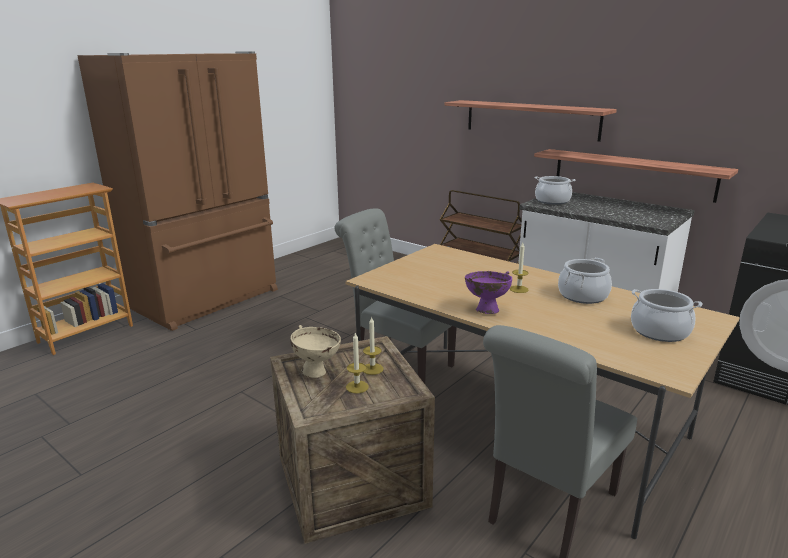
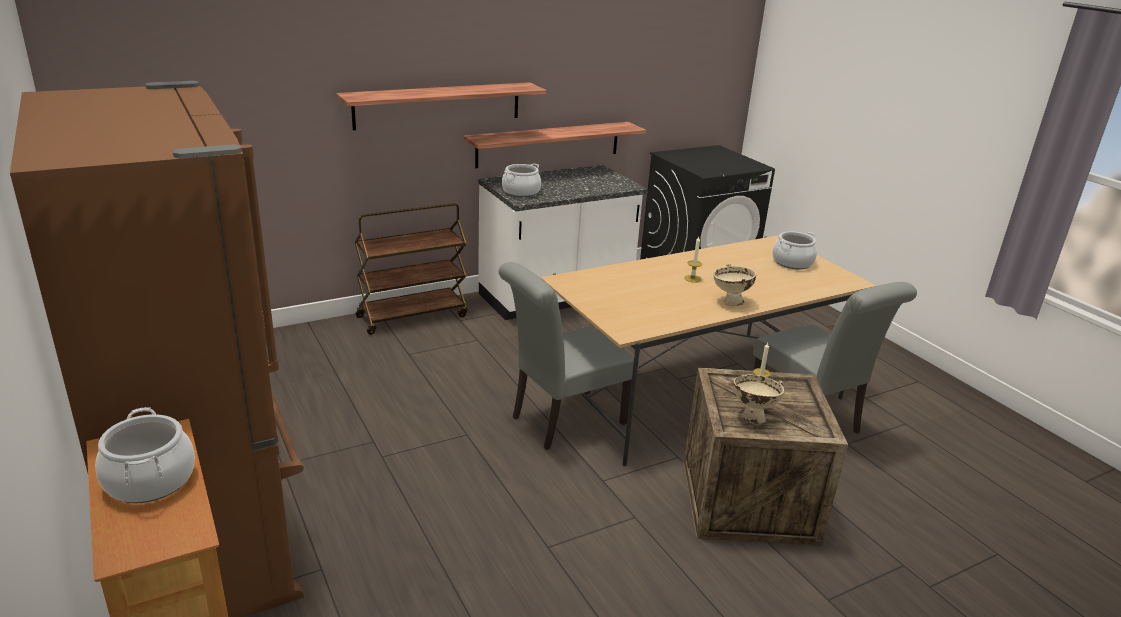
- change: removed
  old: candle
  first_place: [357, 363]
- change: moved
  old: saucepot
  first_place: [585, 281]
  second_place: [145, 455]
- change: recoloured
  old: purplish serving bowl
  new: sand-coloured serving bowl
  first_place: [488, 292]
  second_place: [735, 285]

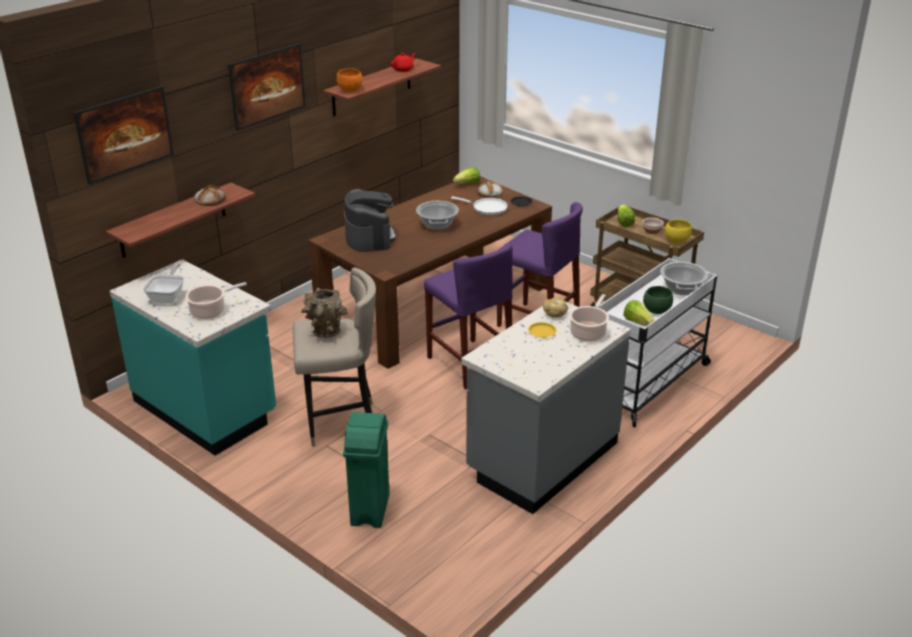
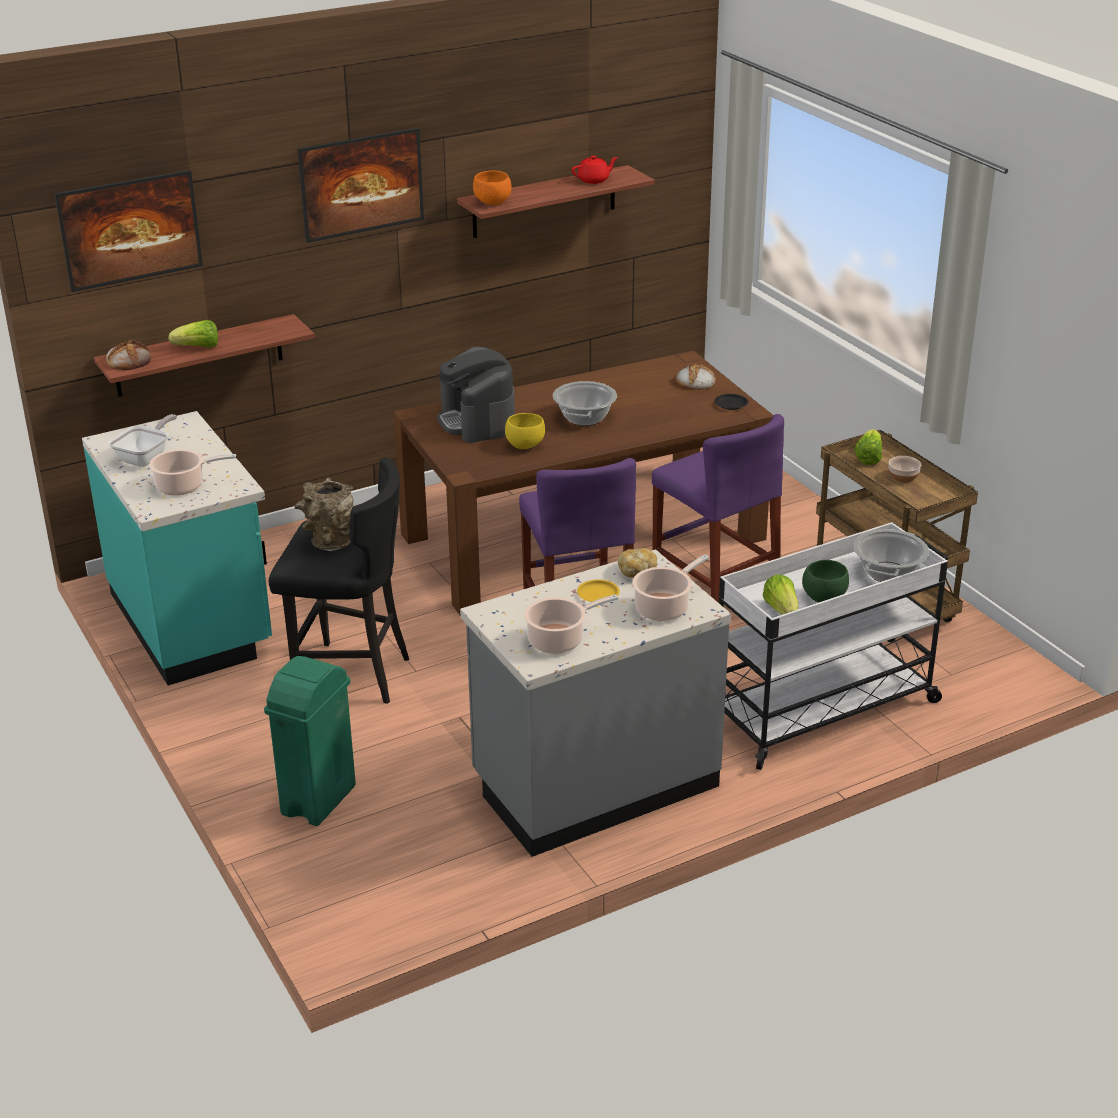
- change: removed
  old: white skillet
  first_place: [479, 205]
- change: added
  new: saucepot
  second_place: [571, 623]
- change: moved
  old: baked bread
  first_place: [210, 195]
  second_place: [128, 355]
- change: moved
  old: lettuce
  first_place: [466, 175]
  second_place: [193, 334]
- change: moved
  old: yellow serving bowl
  first_place: [678, 232]
  second_place: [525, 431]
- change: recoloured
  old: sand-coloured sitting stool
  new: blackish sitting stool
  first_place: [334, 357]
  second_place: [339, 581]
- change: turned
  old: coffee machine
  first_place: [370, 220]
  second_place: [476, 395]
  degrees: 150

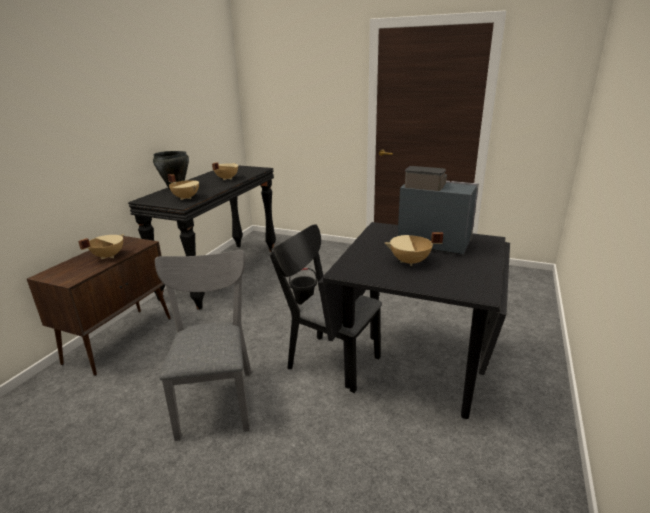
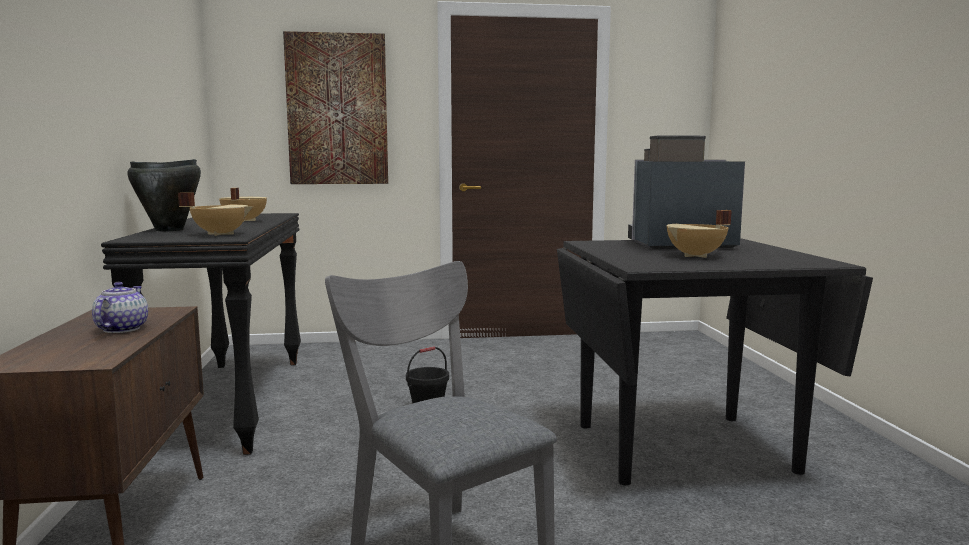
- change: removed
  old: blackish upright chair
  first_place: [326, 308]
- change: added
  new: wall art
  second_place: [335, 107]
- change: replaced
  old: sand-coloured saucepot
  new: pot for tea
  first_place: [101, 246]
  second_place: [120, 307]

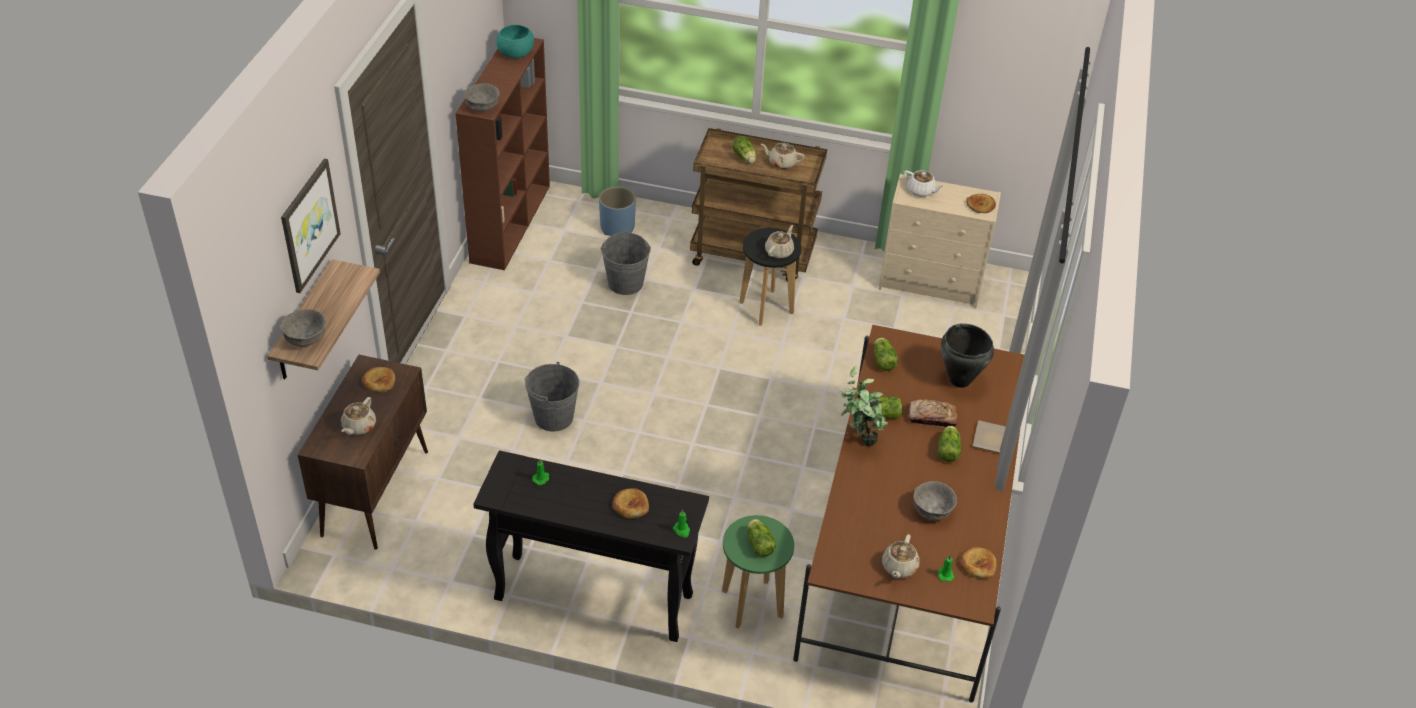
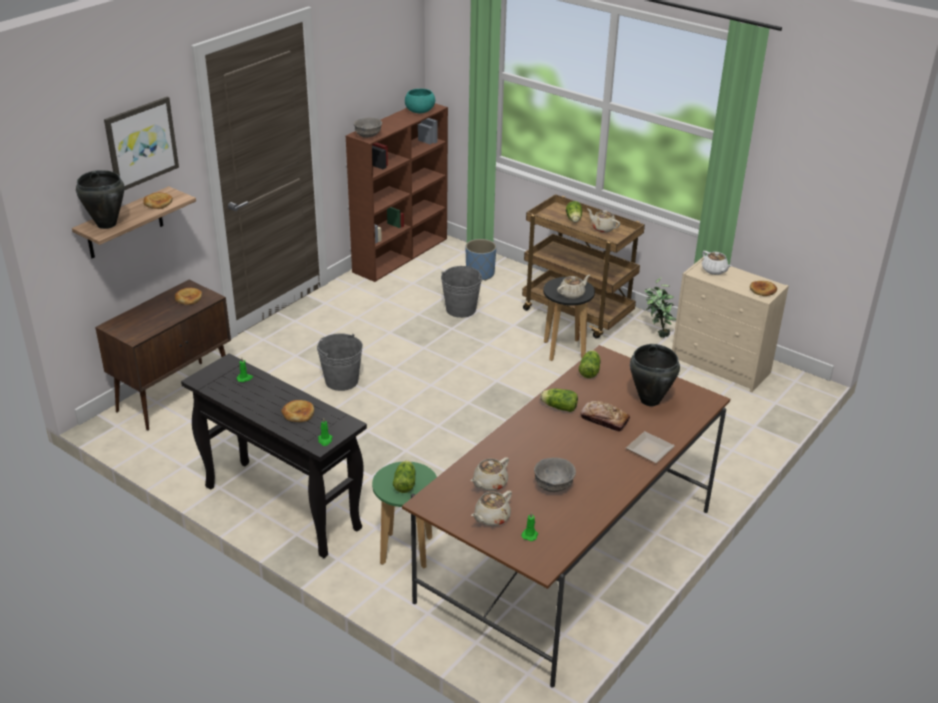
- change: removed
  old: lettuce
  first_place: [949, 444]
- change: moved
  old: sand-coloured pot for tea
  first_place: [358, 416]
  second_place: [489, 474]
- change: moved
  old: potted plant
  first_place: [863, 405]
  second_place: [660, 307]
- change: moved
  old: baked bread
  first_place: [977, 563]
  second_place: [158, 200]
- change: replaced
  old: grey serving bowl
  new: blackish saucepot
  first_place: [303, 328]
  second_place: [100, 199]

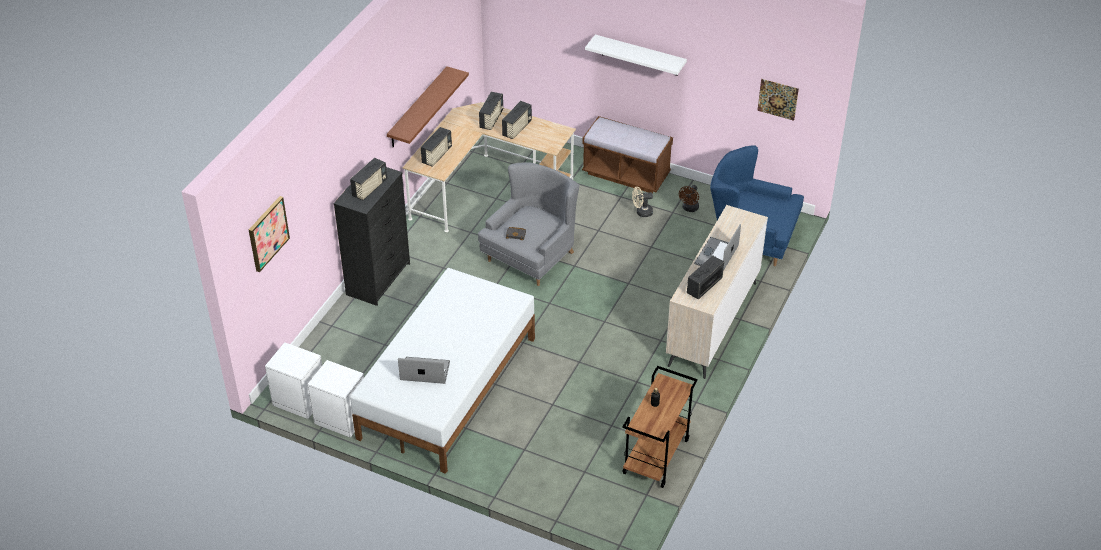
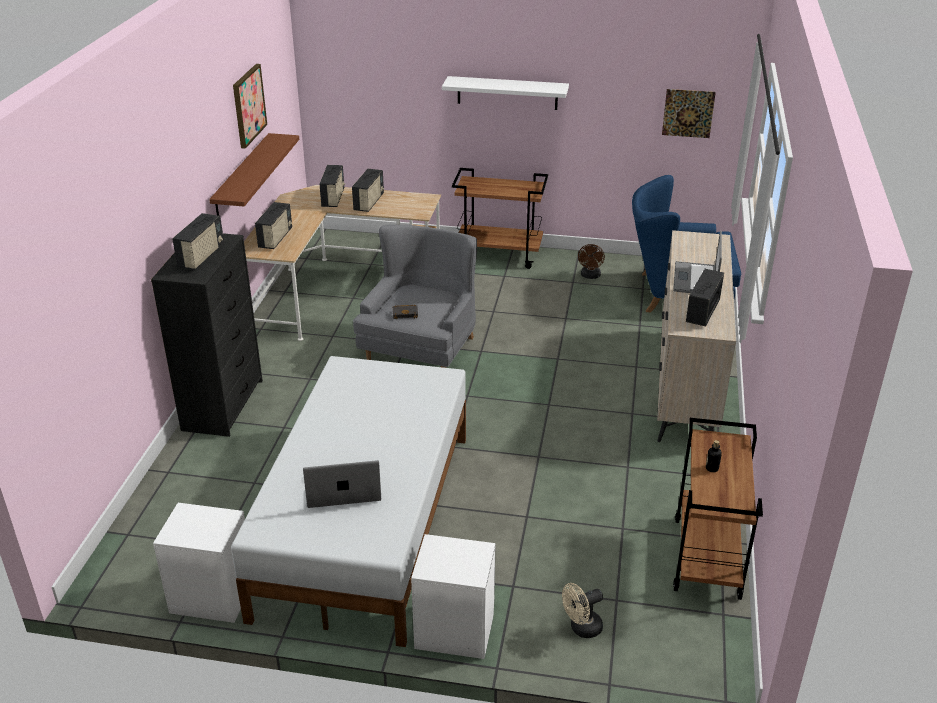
- change: moved
  old: wall art
  first_place: [269, 234]
  second_place: [250, 106]
- change: moved
  old: white night table
  first_place: [293, 380]
  second_place: [453, 596]
- change: moved
  old: sand-coloured fan
  first_place: [642, 201]
  second_place: [582, 610]
- change: replaced
  old: brownish bench
  new: brownish wheeled cart
  first_place: [627, 154]
  second_place: [500, 218]

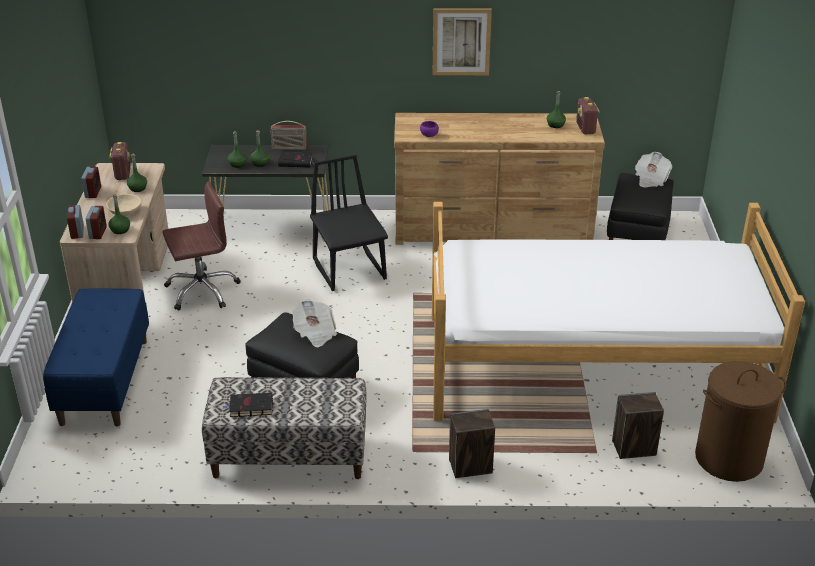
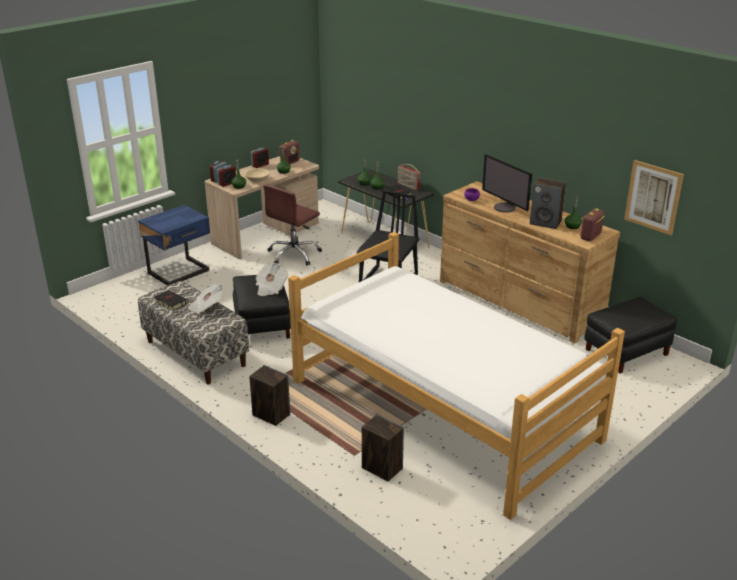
- change: removed
  old: brownish laundry basket
  first_place: [740, 421]
- change: added
  new: computer display
  second_place: [507, 183]
- change: added
  new: speaker
  second_place: [548, 203]
- change: moved
  old: wall art
  first_place: [462, 41]
  second_place: [654, 197]
- change: moved
  old: daily paper
  first_place: [653, 169]
  second_place: [206, 299]
- change: replaced
  old: blue-coloured bench
  new: blue-coloured night table
  first_place: [96, 357]
  second_place: [174, 245]
- change: turned
  old: brownish desk chair
  first_place: [202, 246]
  second_place: [292, 225]
  degrees: 105

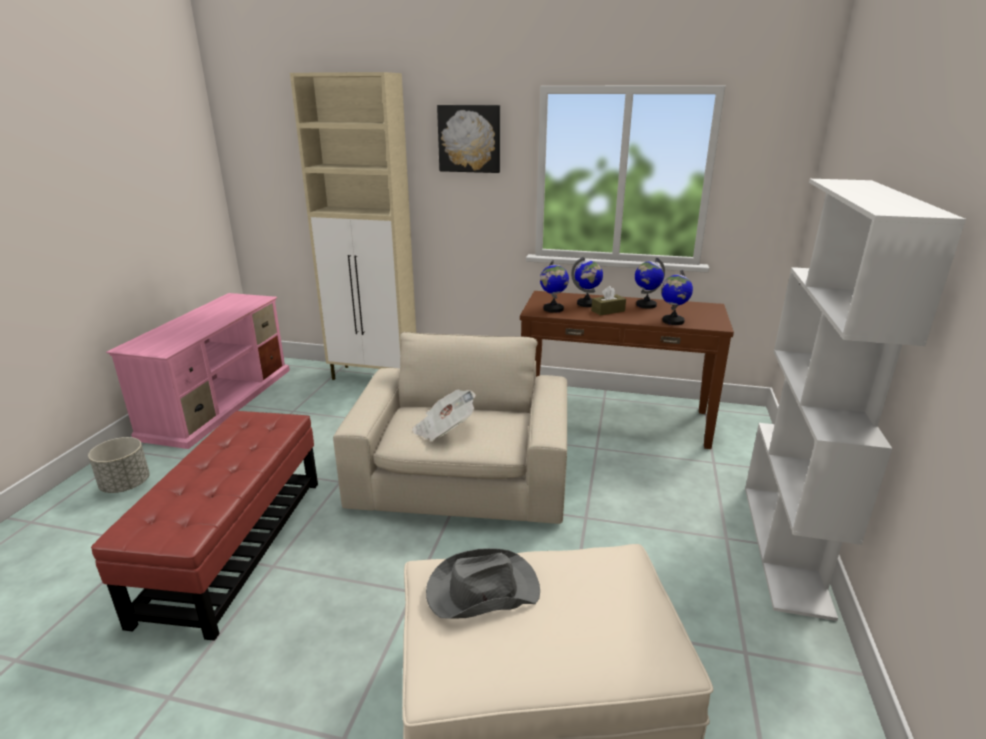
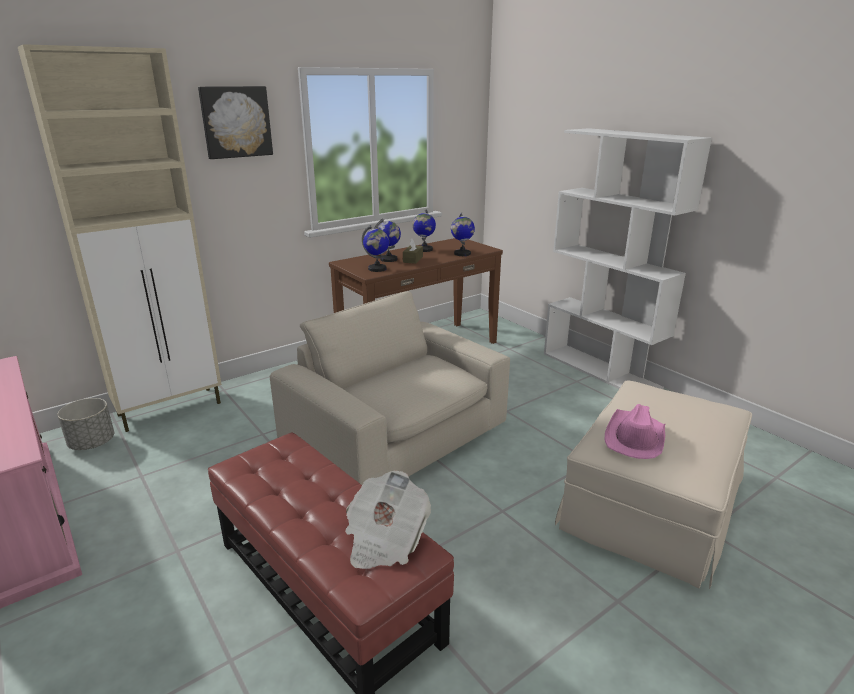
- change: moved
  old: grey flower pot
  first_place: [119, 465]
  second_place: [85, 424]
- change: moved
  old: daily paper
  first_place: [444, 416]
  second_place: [388, 520]
- change: recoloured
  old: grey clothing hat
  new: pinkish clothing hat
  first_place: [483, 583]
  second_place: [635, 431]

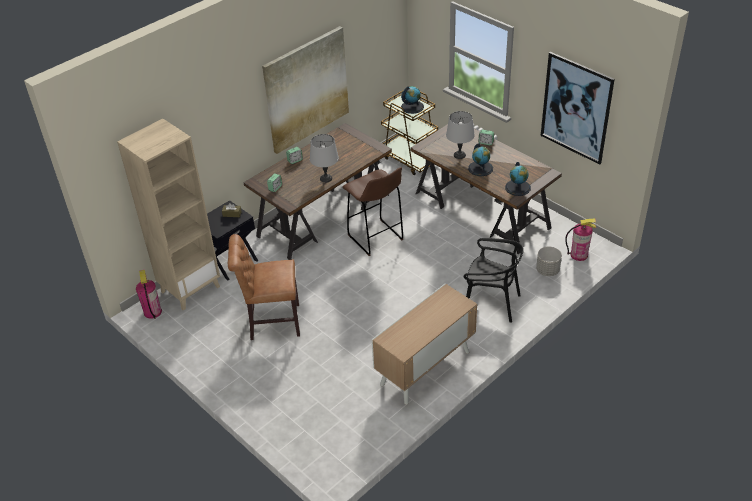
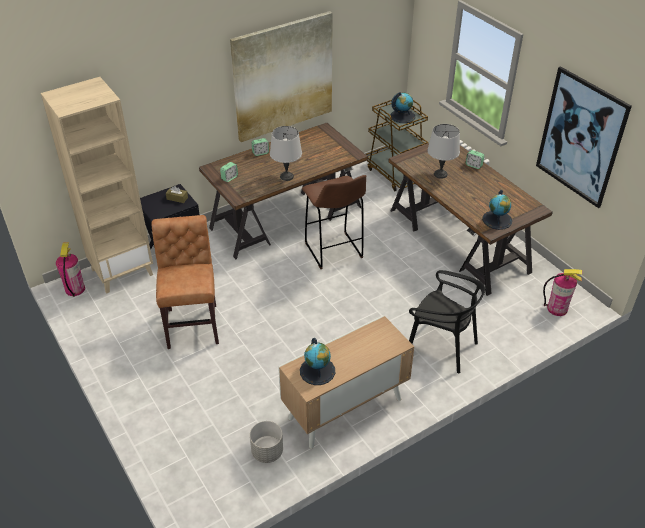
- change: moved
  old: globe
  first_place: [480, 159]
  second_place: [317, 361]
- change: moved
  old: grey flower pot
  first_place: [549, 261]
  second_place: [266, 442]
- change: turned
  old: brownish upright chair
  first_place: [264, 287]
  second_place: [185, 282]
  degrees: 75

